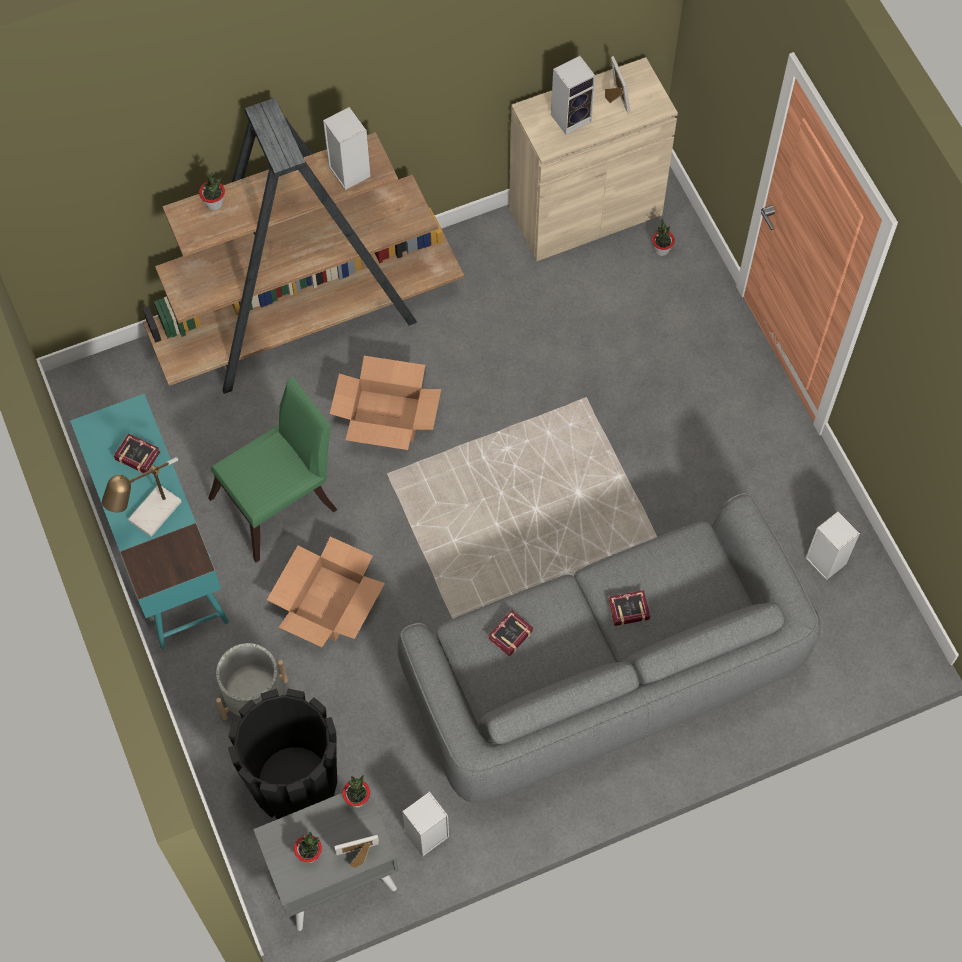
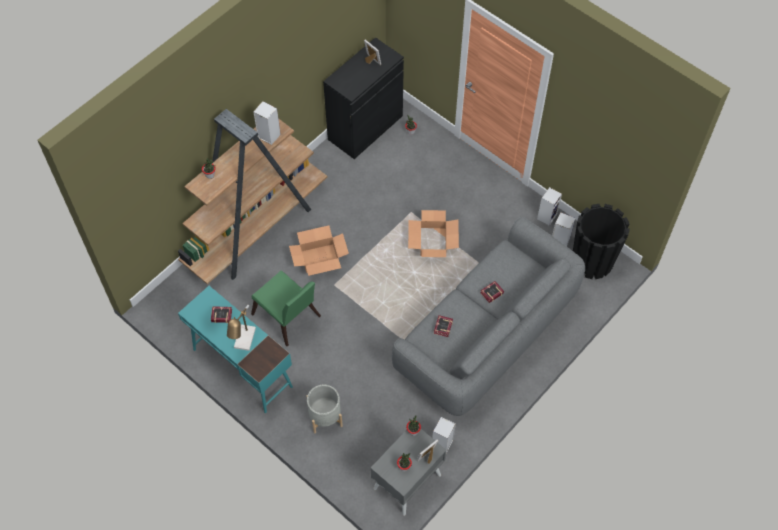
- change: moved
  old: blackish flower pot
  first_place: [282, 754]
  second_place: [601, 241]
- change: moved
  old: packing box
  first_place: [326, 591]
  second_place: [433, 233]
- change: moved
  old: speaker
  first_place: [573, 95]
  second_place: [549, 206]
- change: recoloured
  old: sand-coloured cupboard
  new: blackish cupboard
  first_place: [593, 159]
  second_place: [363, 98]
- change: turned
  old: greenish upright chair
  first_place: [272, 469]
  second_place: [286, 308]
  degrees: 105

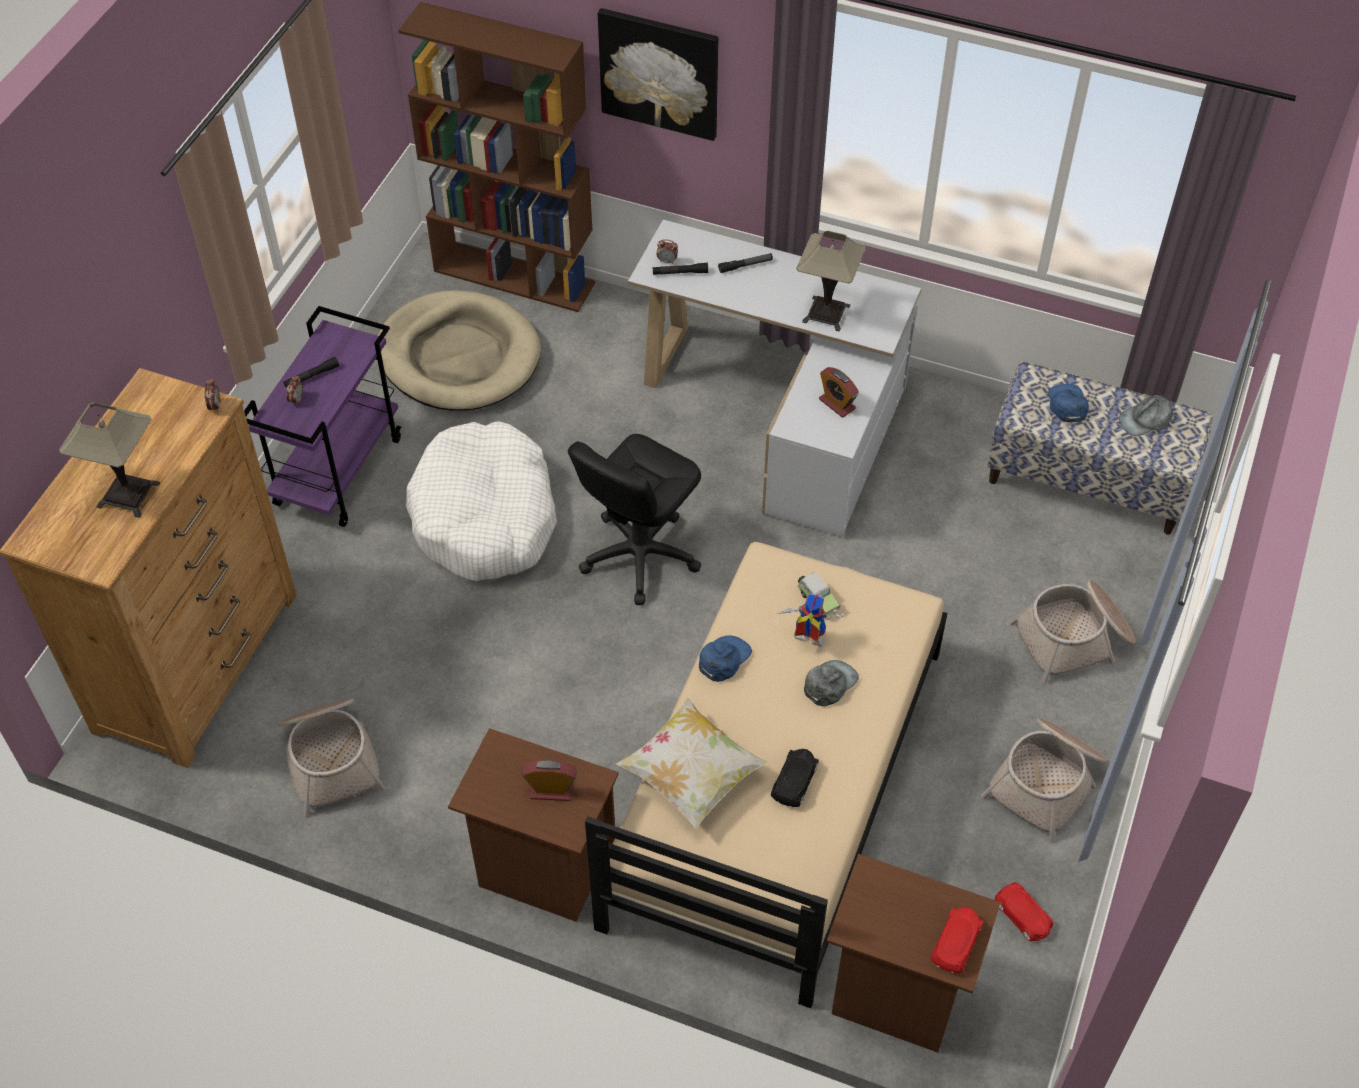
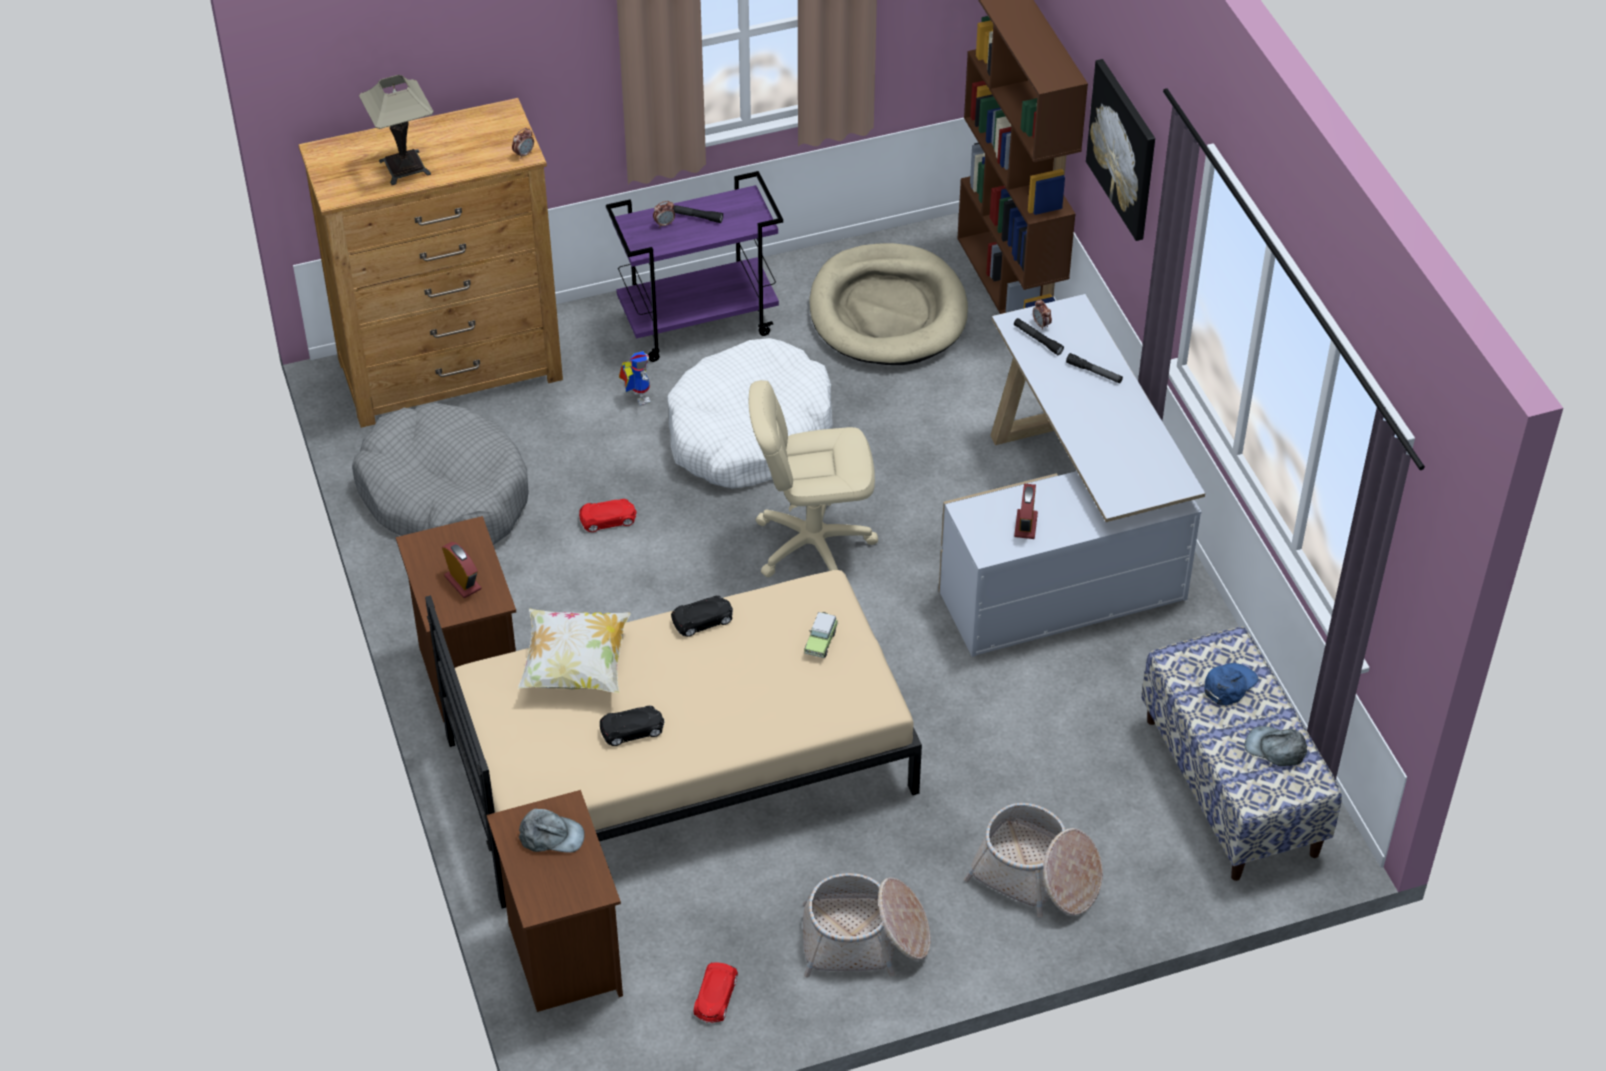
- change: removed
  old: lamp for a table
  first_place: [831, 281]
- change: moved
  old: robot figure
  first_place: [810, 620]
  second_place: [635, 378]
- change: moved
  old: grey peaked cap
  first_place: [831, 683]
  second_place: [552, 831]
- change: moved
  old: reddish toy car
  first_place: [957, 940]
  second_place: [608, 515]
- change: replaced
  old: storage basket
  new: grey dog bed
  first_place: [332, 757]
  second_place: [440, 473]
- change: replaced
  old: blue-coloured peaked cap
  new: blackish toy car
  first_place: [725, 658]
  second_place: [702, 616]
- change: recoloured
  old: blackish desk chair
  new: sand-coloured desk chair
  first_place: [634, 519]
  second_place: [813, 478]

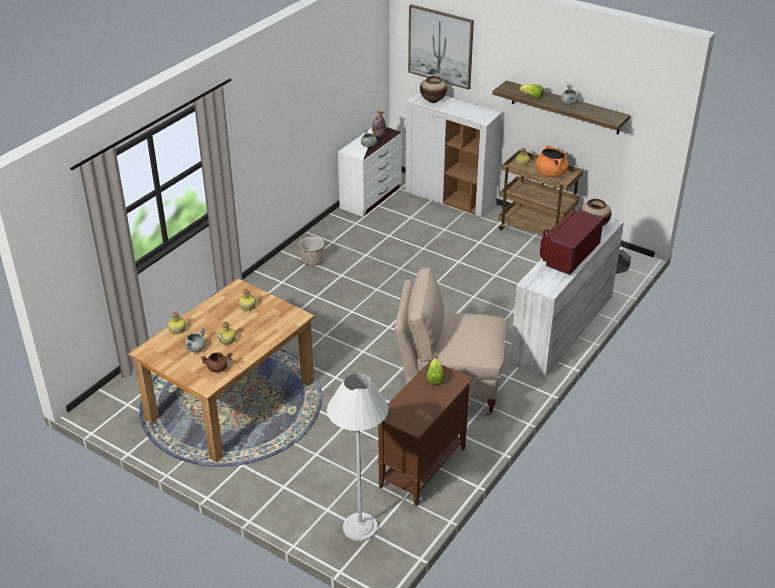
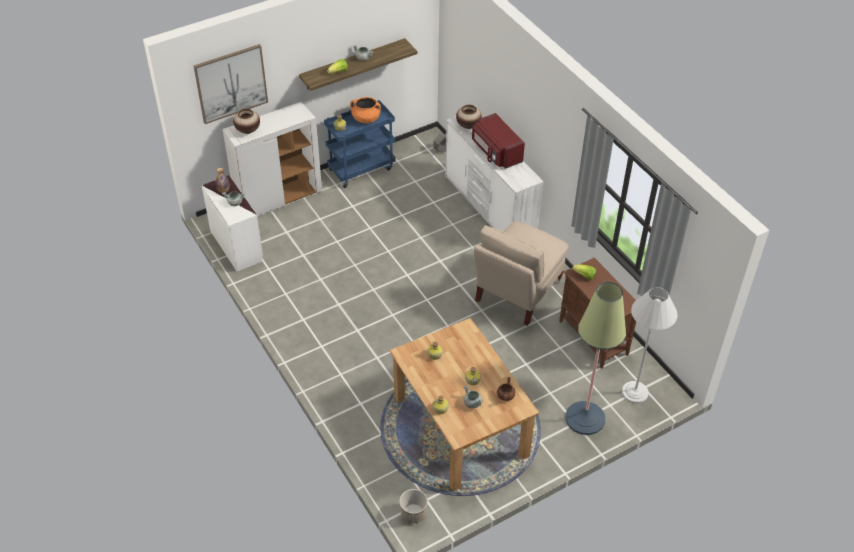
- change: added
  new: standing lamp
  second_place: [596, 358]
- change: moved
  old: flower pot
  first_place: [311, 251]
  second_place: [413, 506]
- change: recoloured
  old: brownish wheeled cart
  new: blue-coloured wheeled cart
  first_place: [541, 193]
  second_place: [360, 144]

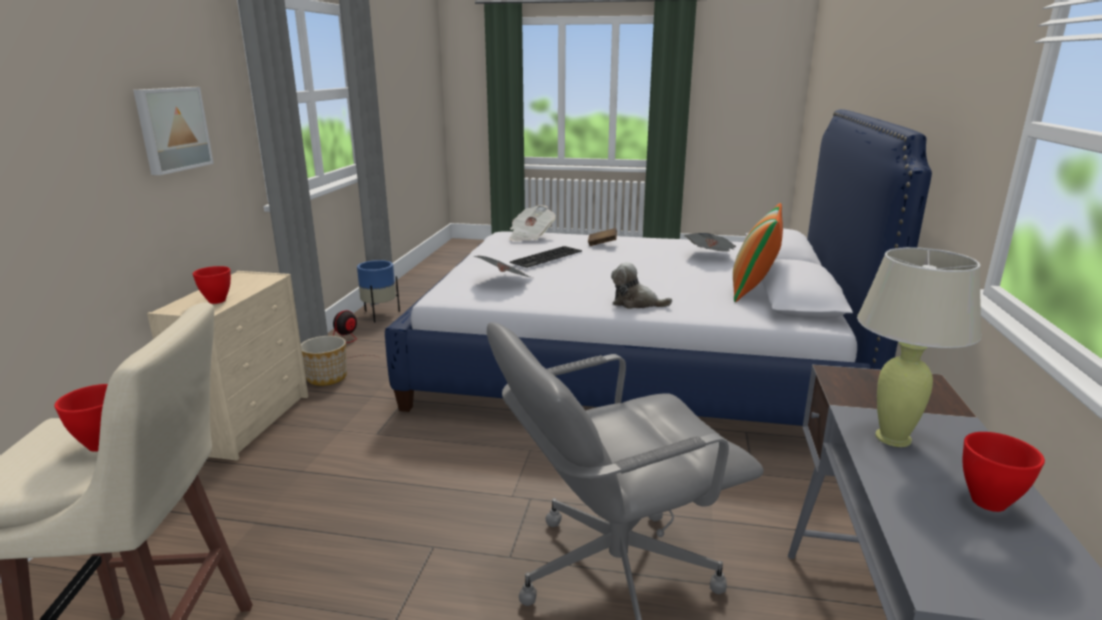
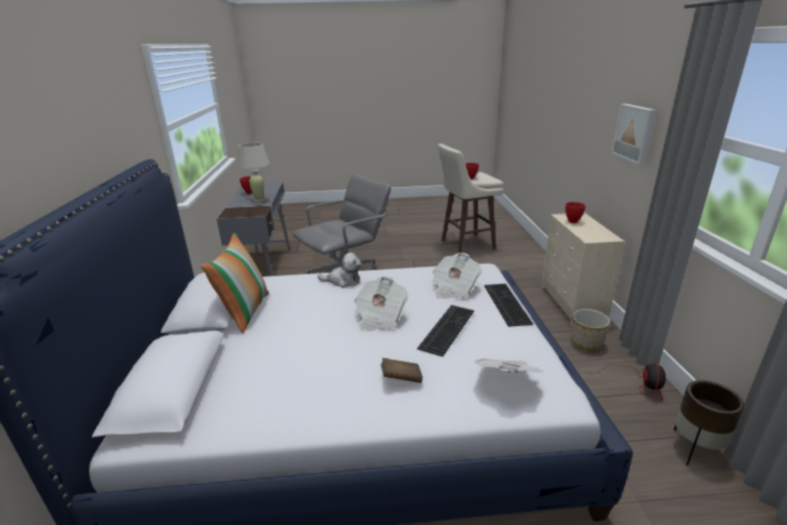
- change: added
  new: computer keyboard
  second_place: [508, 305]
- change: moved
  old: daily paper
  first_place: [710, 242]
  second_place: [381, 304]
- change: recoloured
  old: blue-coloured flower pot
  new: brownish flower pot
  first_place: [378, 291]
  second_place: [709, 422]

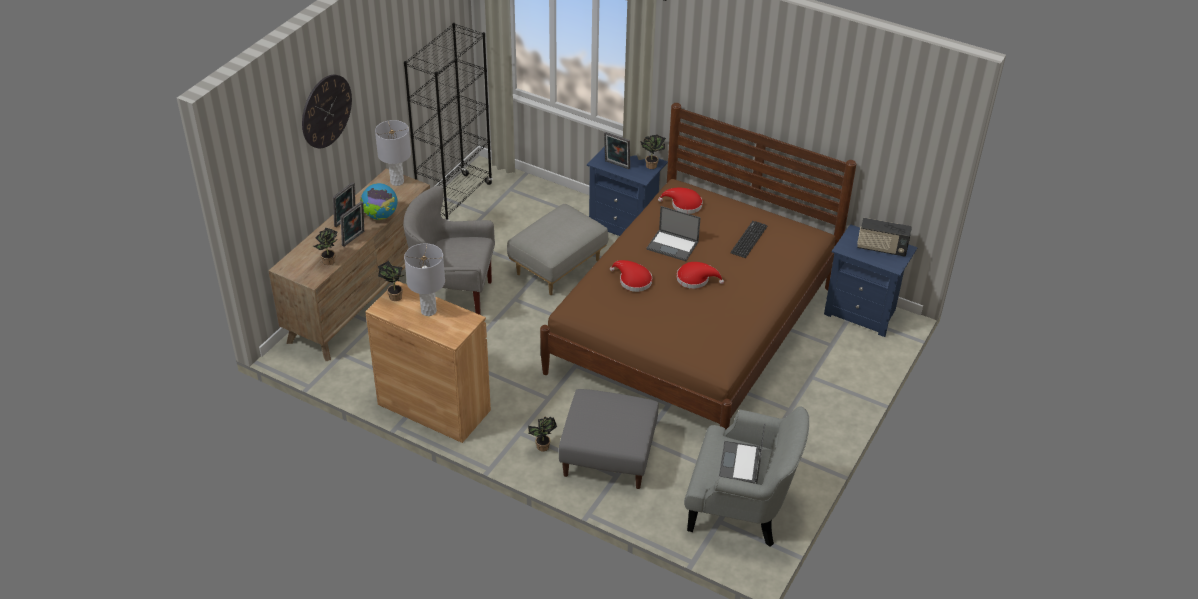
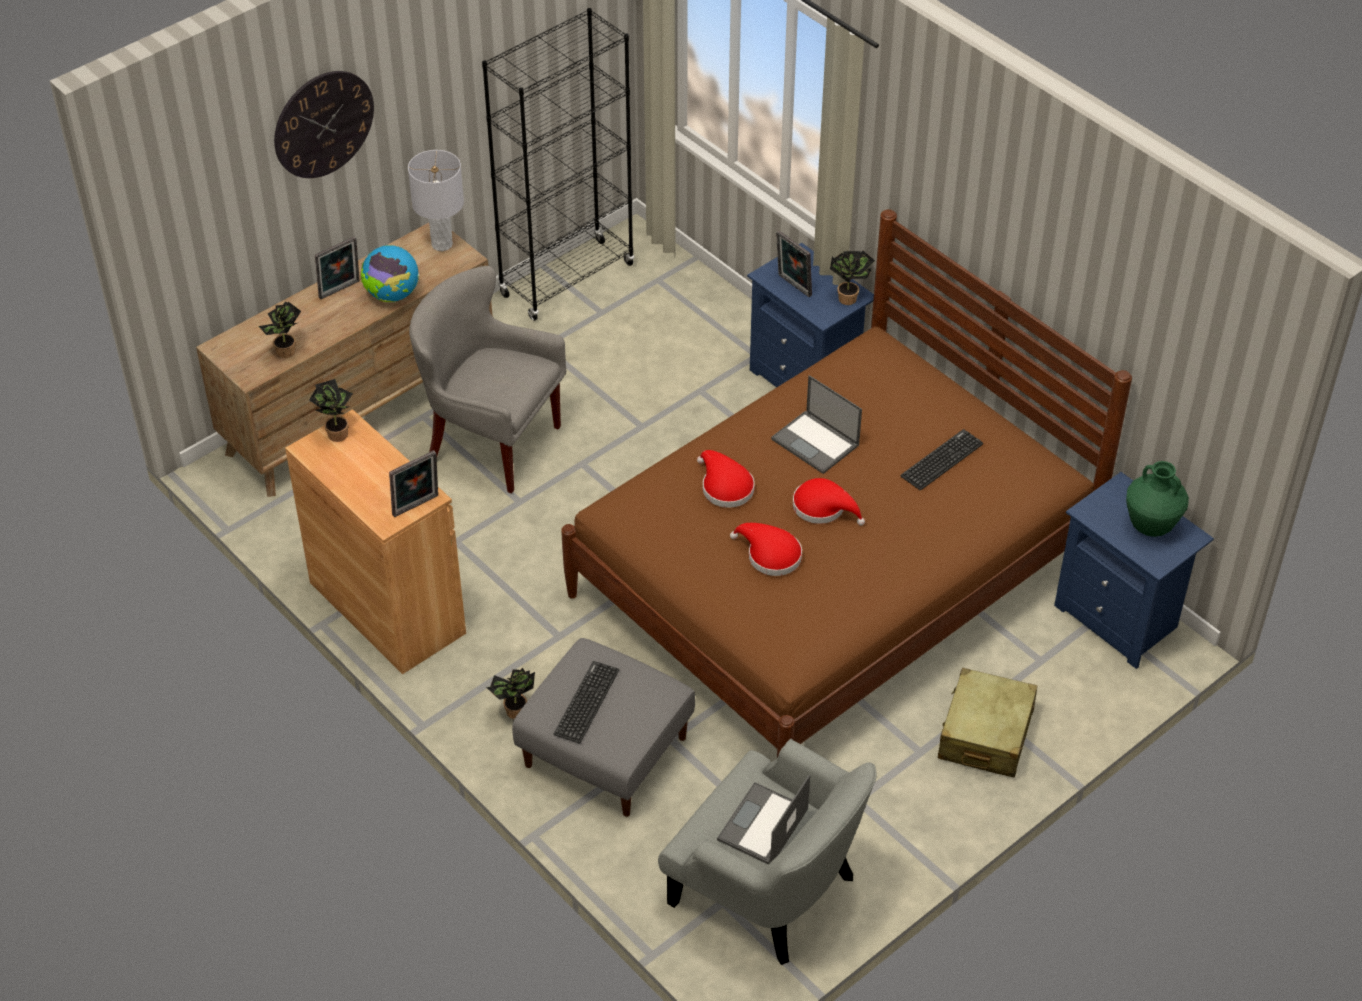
- change: removed
  old: grey lamp for a table
  first_place: [424, 279]
- change: removed
  old: grey ottoman
  first_place: [557, 249]
- change: added
  new: computer keyboard
  second_place: [586, 702]
- change: added
  new: sand-coloured piece of luggage
  second_place: [987, 723]
- change: moved
  old: picture frame
  first_place: [352, 224]
  second_place: [413, 483]
- change: moved
  old: reddish clothing hat
  first_place: [680, 201]
  second_place: [766, 549]
- change: replaced
  old: radio
  new: greenish flower vase
  first_place: [884, 237]
  second_place: [1157, 499]

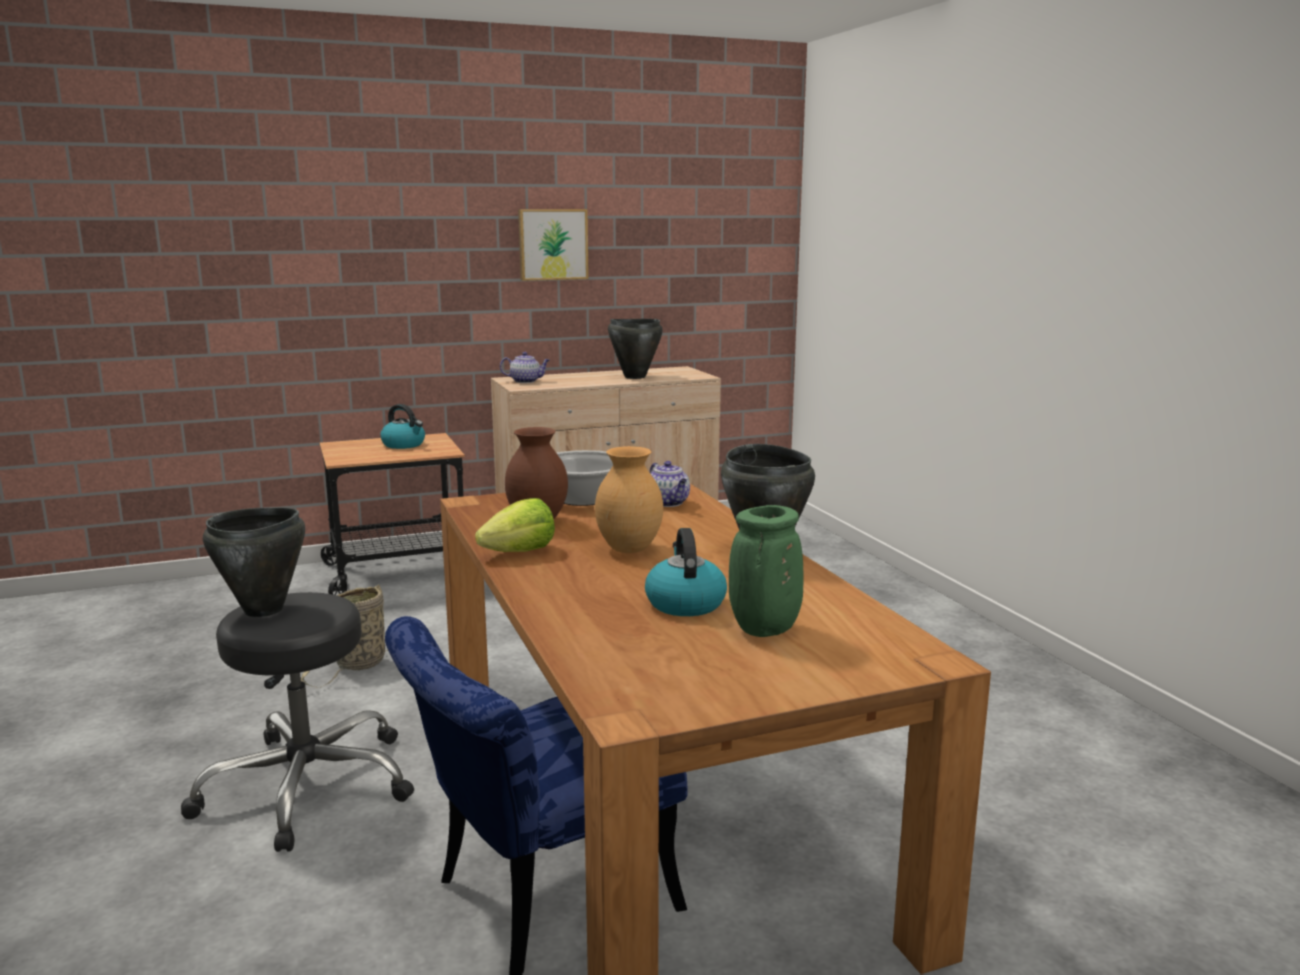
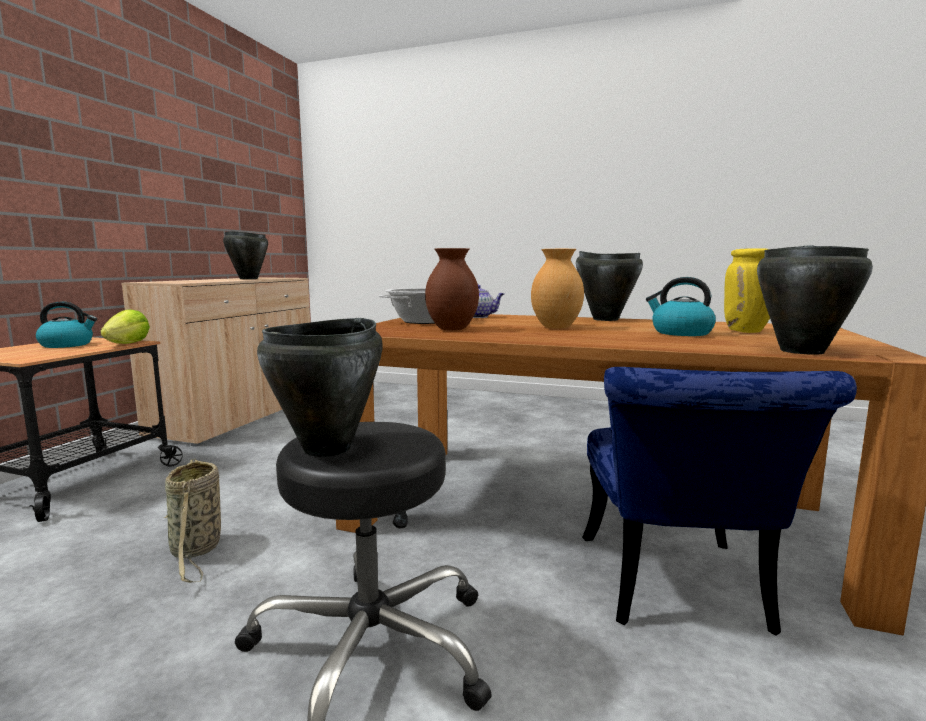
- change: removed
  old: pot for tea
  first_place: [525, 367]
- change: removed
  old: wall art
  first_place: [553, 245]
- change: added
  new: blackish saucepot
  second_place: [815, 300]
- change: moved
  old: lettuce
  first_place: [515, 525]
  second_place: [125, 326]
- change: recoloured
  old: greenish flower vase
  new: yellow flower vase
  first_place: [766, 571]
  second_place: [747, 290]

